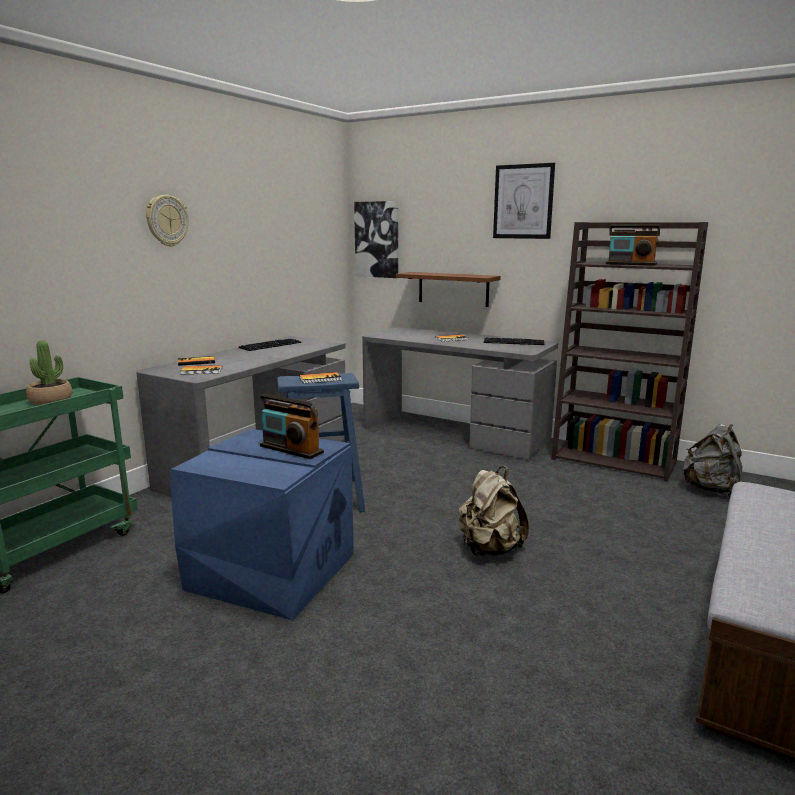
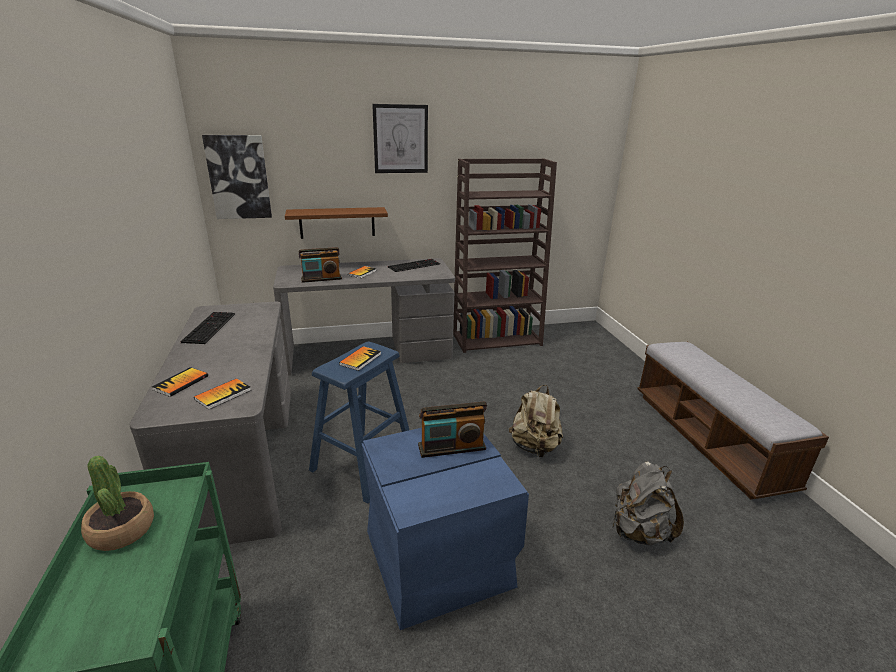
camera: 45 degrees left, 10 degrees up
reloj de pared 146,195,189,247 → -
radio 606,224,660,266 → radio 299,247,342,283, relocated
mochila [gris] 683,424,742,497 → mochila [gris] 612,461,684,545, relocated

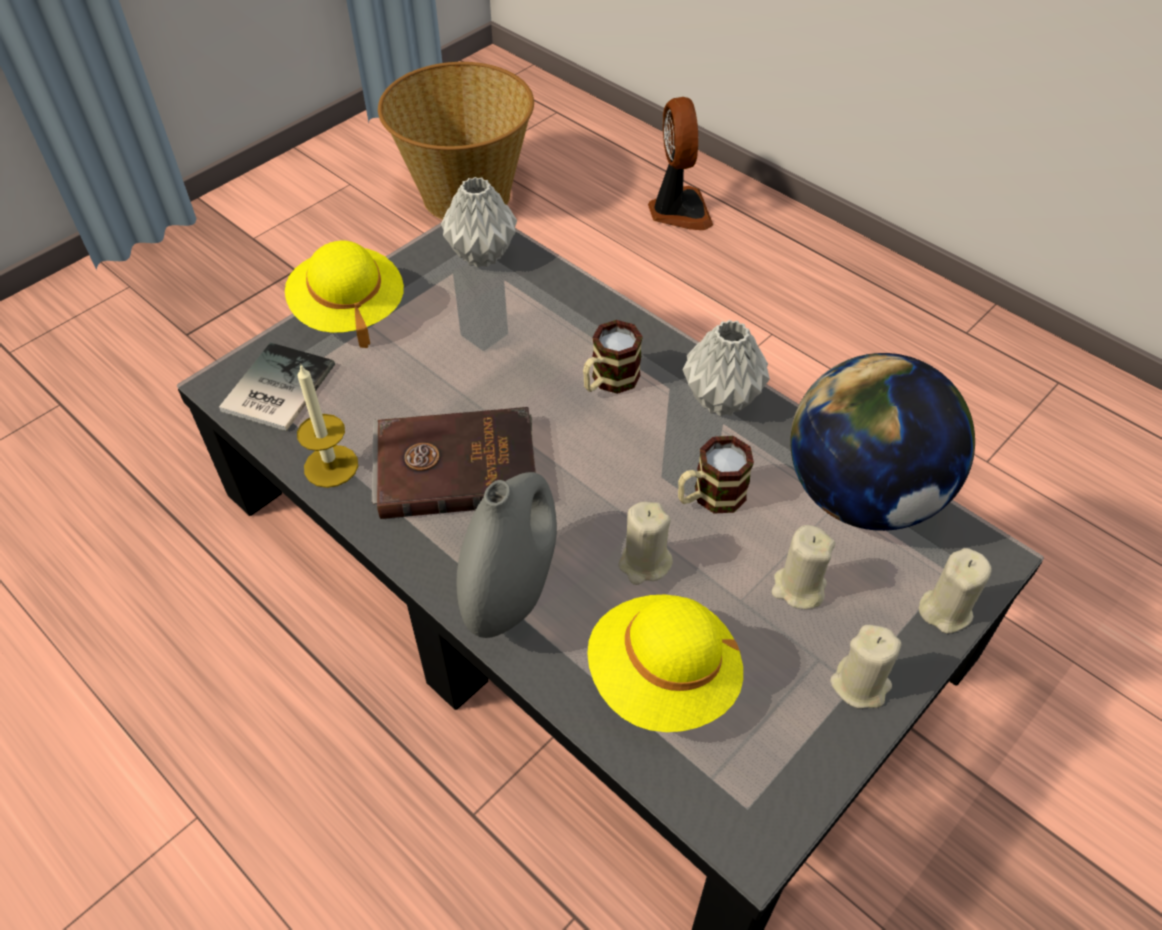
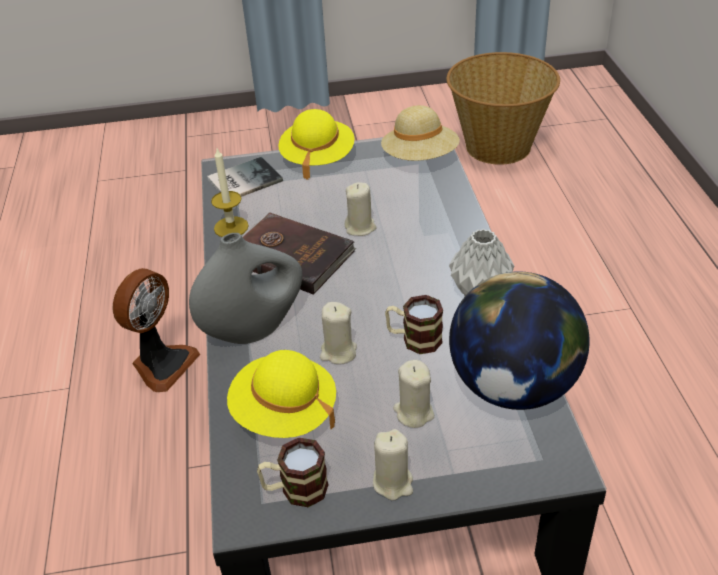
camera: 40 degrees right, 10 degrees down
taza grande 583,320,643,394 → taza grande 257,437,329,507, relocated
ventilador 648,97,713,230 → ventilador 113,268,200,392, relocated
vela [beis] 919,548,992,634 → vela [beis] 345,182,377,236, relocated
florero [gris] 441,177,517,268 → sombrero [beis] 381,105,460,161

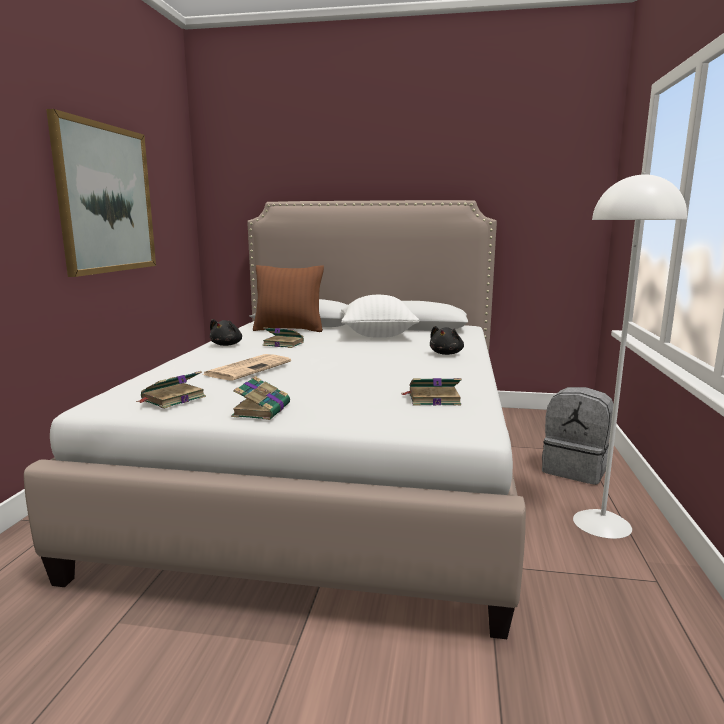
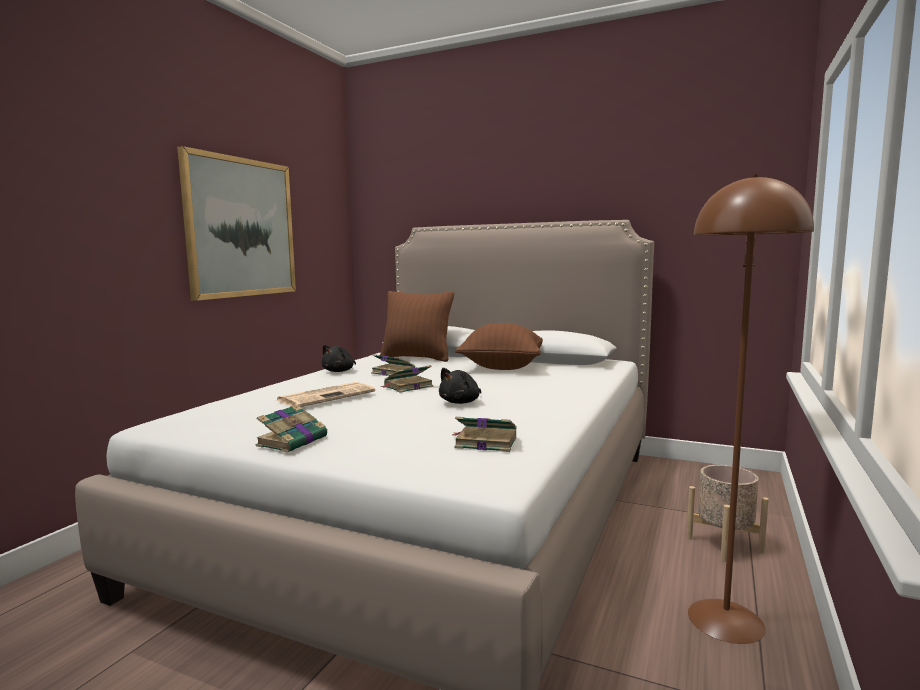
camera: 15 degrees right, 5 degrees down
libro 136,371,206,409 → libro 381,365,434,393, relocated
peluche [negro] 430,326,464,355 → peluche [negro] 439,368,481,404, relocated
mochila [gris] 542,387,613,485 → maceta [beis] 686,465,769,562
cojín [blanco] 341,295,419,338 → cojín [marrón] 455,323,543,370
lámpara de pie [blanco] 573,172,687,539 → lámpara de pie [marrón] 688,174,814,644

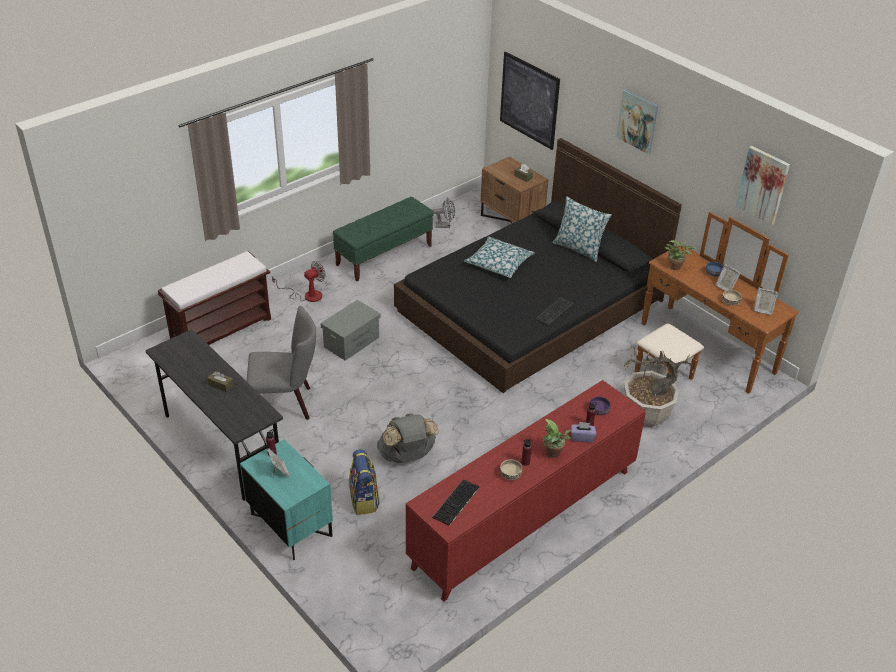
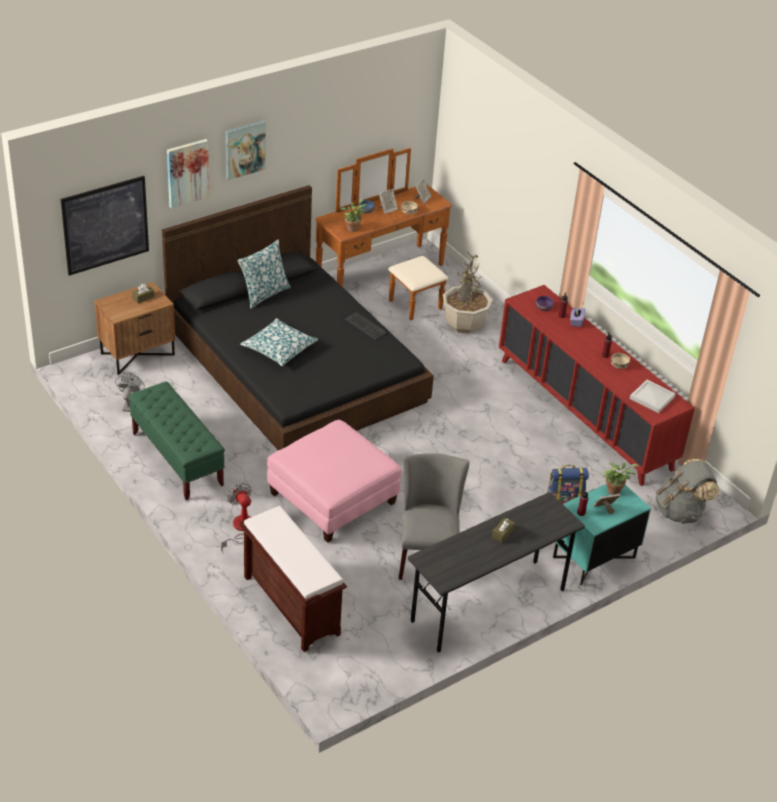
camera: 85 degrees left, 0 degrees up
mochila [gris] 377,413,439,463 → mochila [gris] 656,459,719,524, relocated
planta en maceta 542,419,571,458 → planta en maceta 603,462,639,495, relocated
cuadro 735,146,790,225 → cuadro 167,139,209,209, relocated
caja de almacenaje [gris] 320,300,381,361 → puf [rosa] 267,420,402,543
teclado 433,479,479,526 → bandeja [blanco] 630,380,676,413

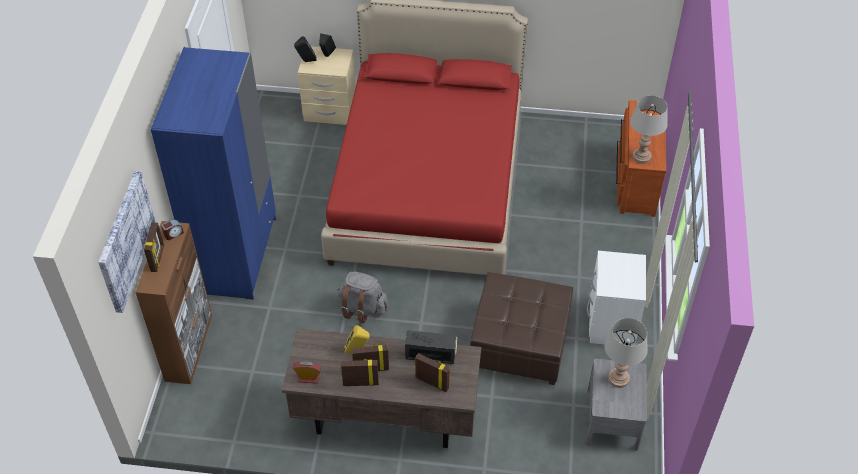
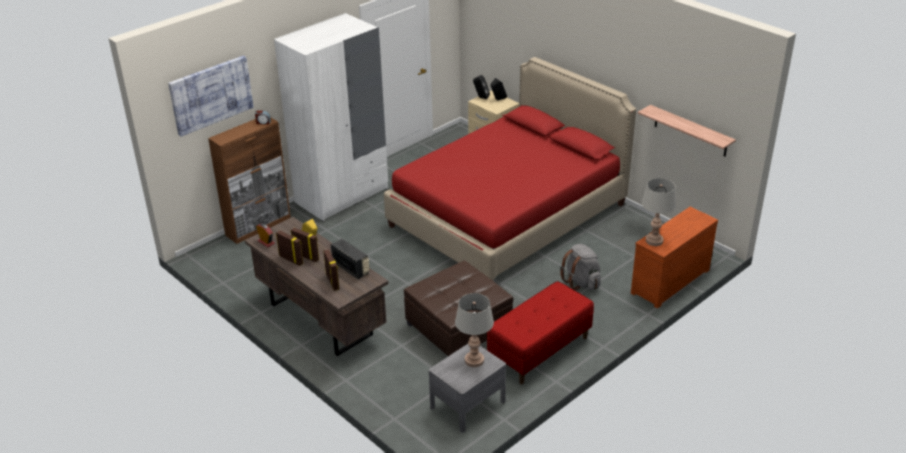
camera: 40 degrees right, 15 degrees down
portarretratos 144,222,164,272 → -
- → estante 638,105,736,156
mochila [gris] 338,272,388,323 → mochila [gris] 560,244,601,290, relocated
mesita de noche [blanco] 587,251,646,346 → banco [rojo] 487,281,594,384
armario ropero [azul] 151,47,276,300 → armario ropero [blanco] 274,13,388,222

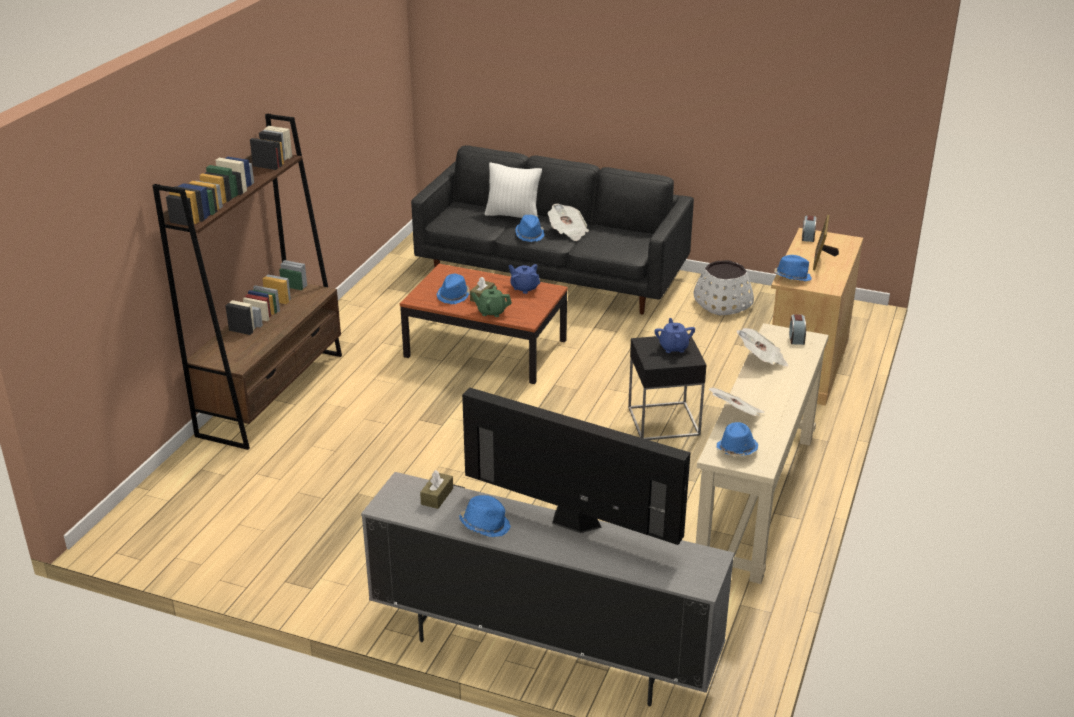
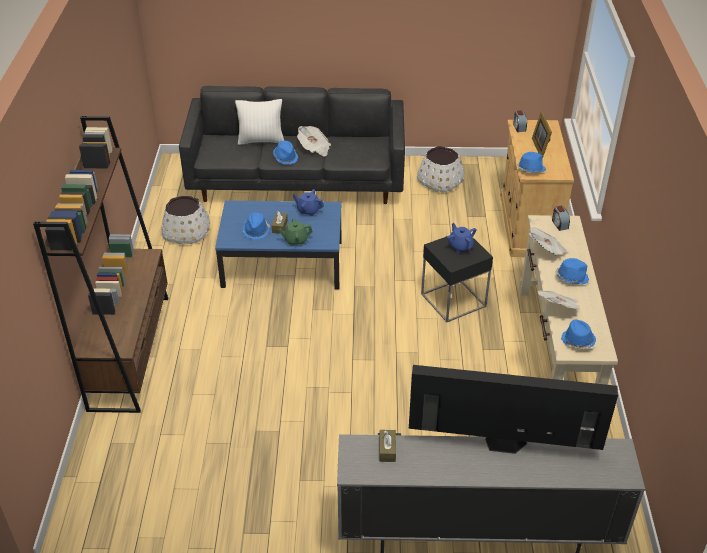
camera: 20 degrees left, 10 degrees up
- → maceta [blanco] 161,196,210,244
sombrero [azul] 459,495,511,537 → sombrero [azul] 555,258,589,284, relocated
mesa de centro [marrón] 400,264,568,384 → mesa de centro [azul] 215,200,342,290

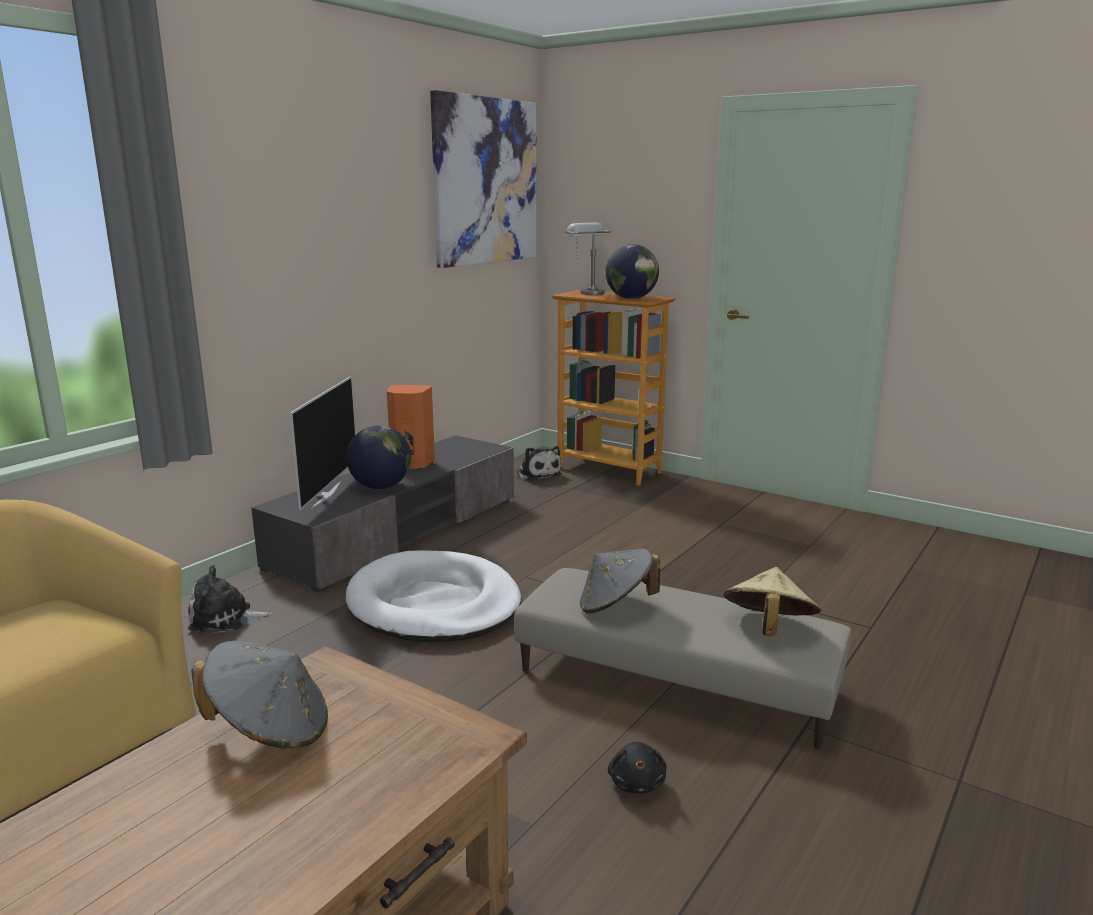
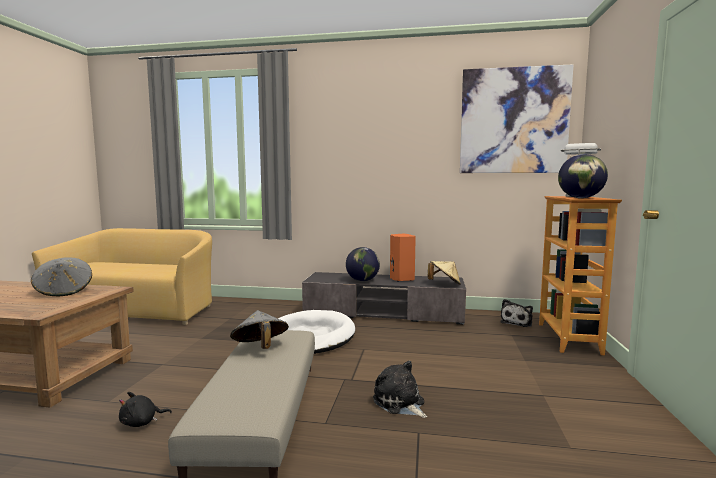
camera: 65 degrees right, 10 degrees down
televisor 290,376,356,510 → -
peluche 188,565,272,634 → peluche 373,361,427,418, relocated
sombrero [beis] 724,567,822,636 → sombrero [beis] 428,261,461,285, relocated

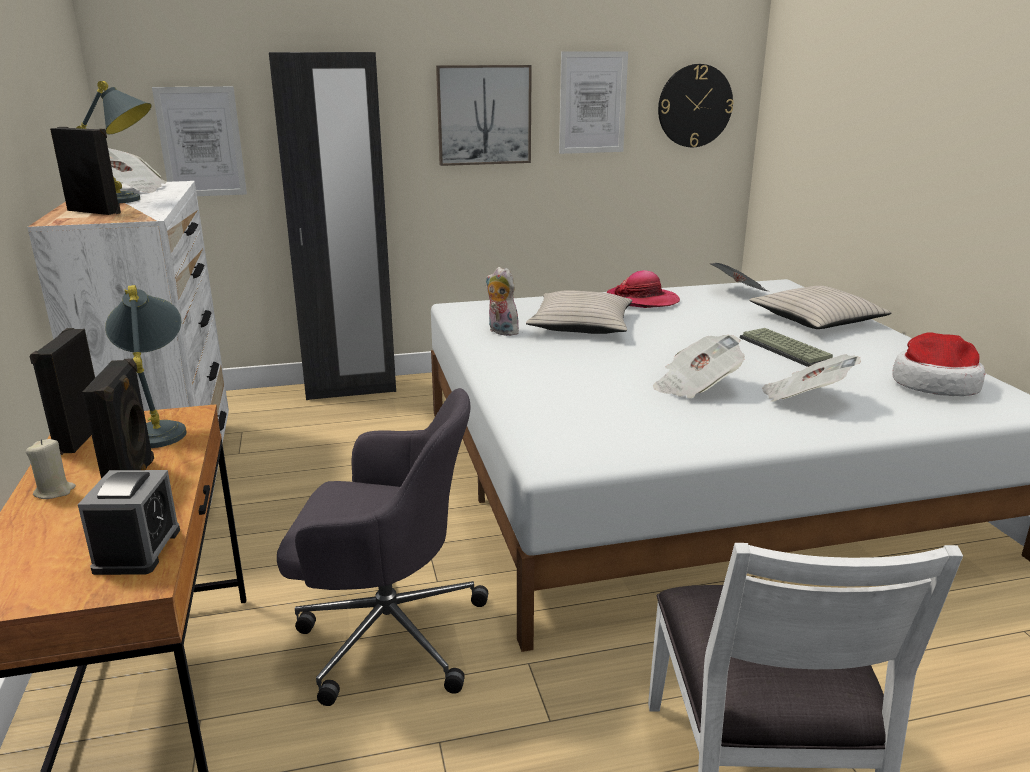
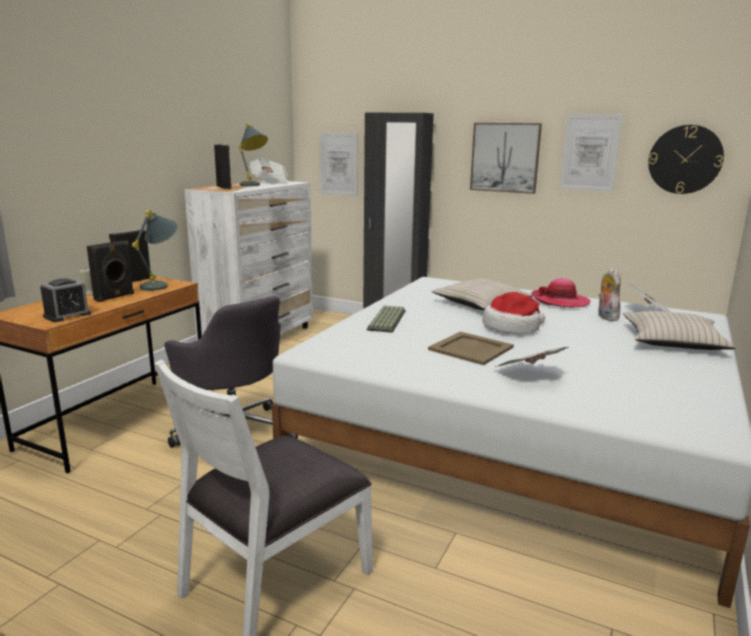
camera: 40 degrees right, 5 degrees down
peluche 486,267,519,336 → peluche 598,268,621,321, relocated
teclado 740,328,833,367 → teclado 367,305,405,333, relocated
sombrero 892,332,985,396 → sombrero 482,292,545,334, relocated
periódico 653,335,745,398 → bandeja [beis] 428,332,514,365

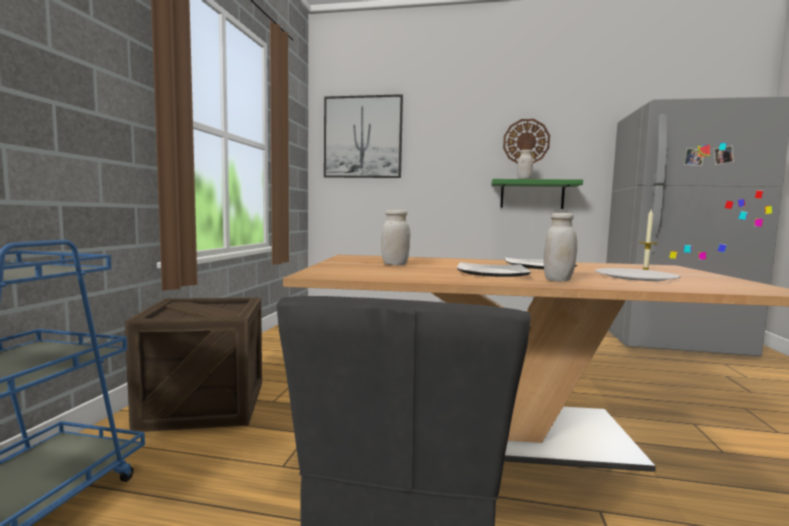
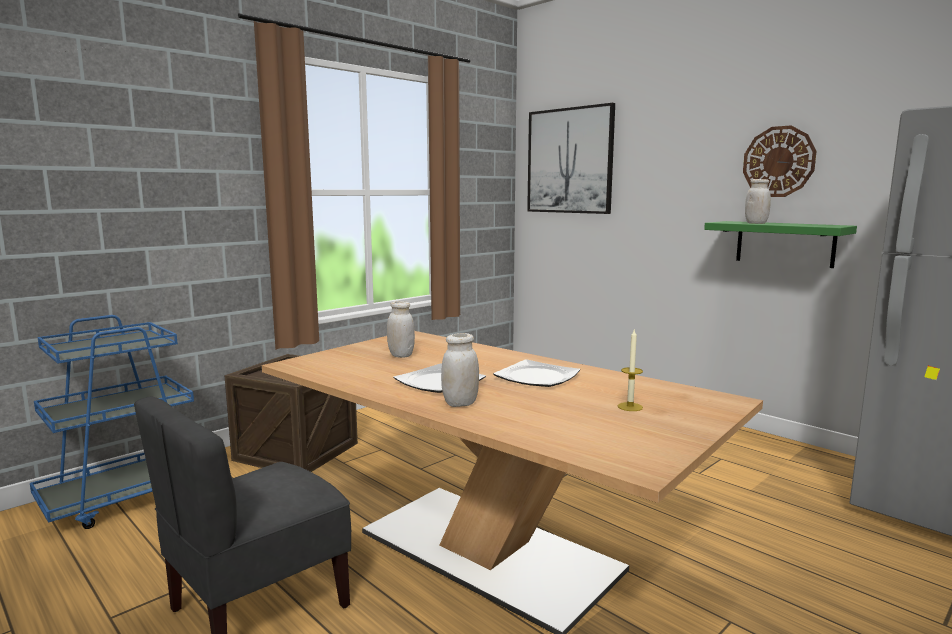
camera: 35 degrees right, 5 degrees up
plato [blanco] 595,268,680,281 → -

